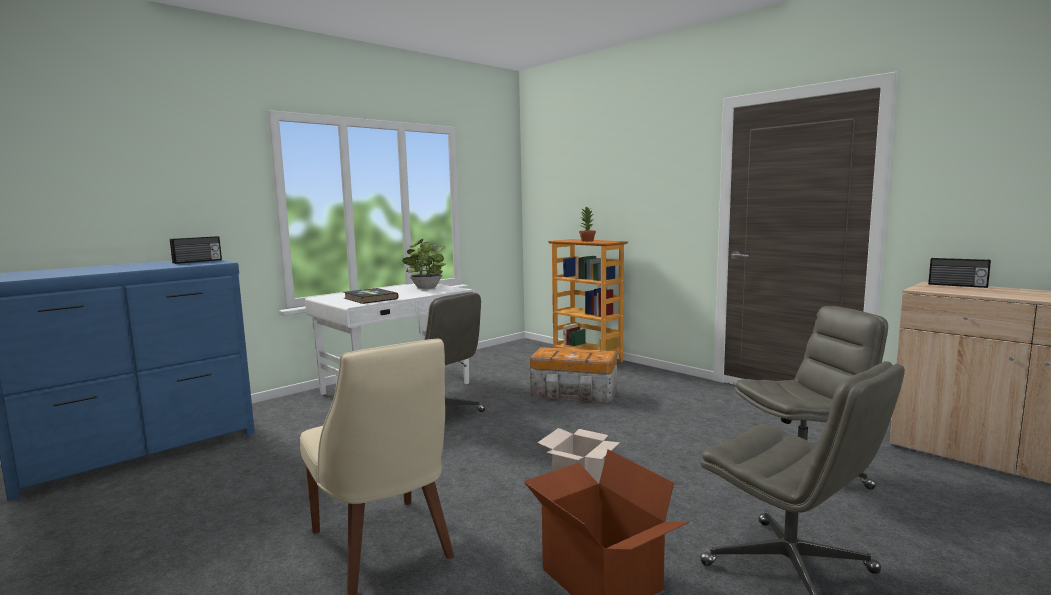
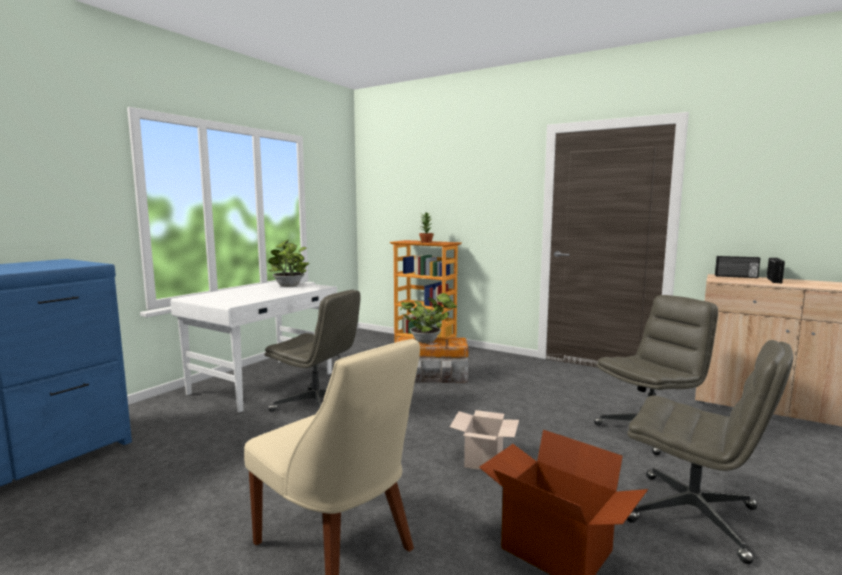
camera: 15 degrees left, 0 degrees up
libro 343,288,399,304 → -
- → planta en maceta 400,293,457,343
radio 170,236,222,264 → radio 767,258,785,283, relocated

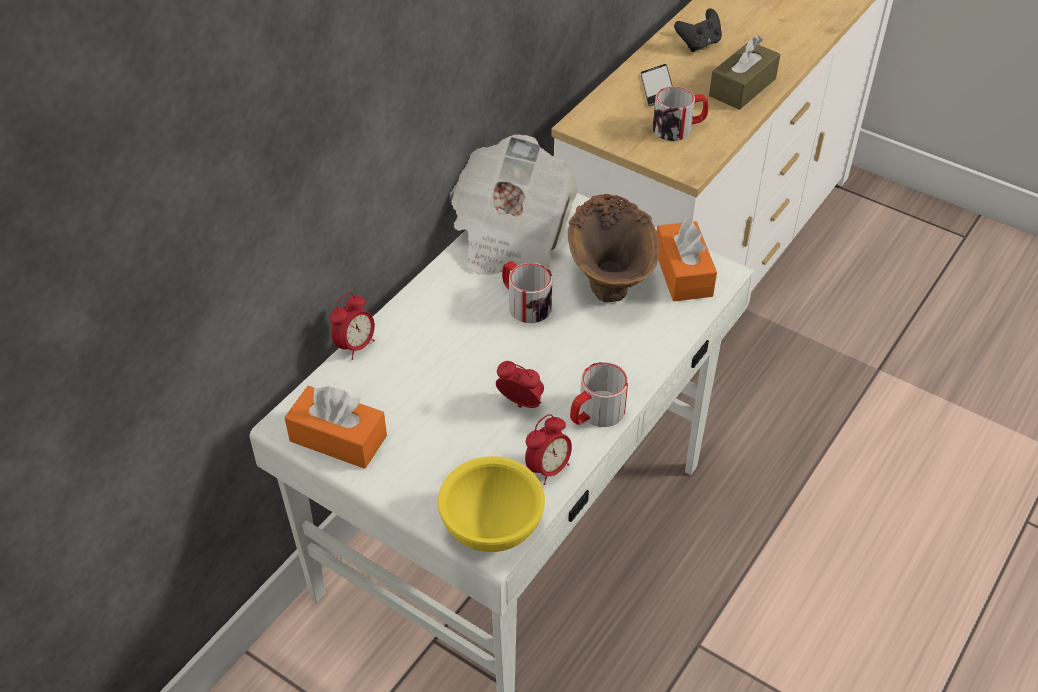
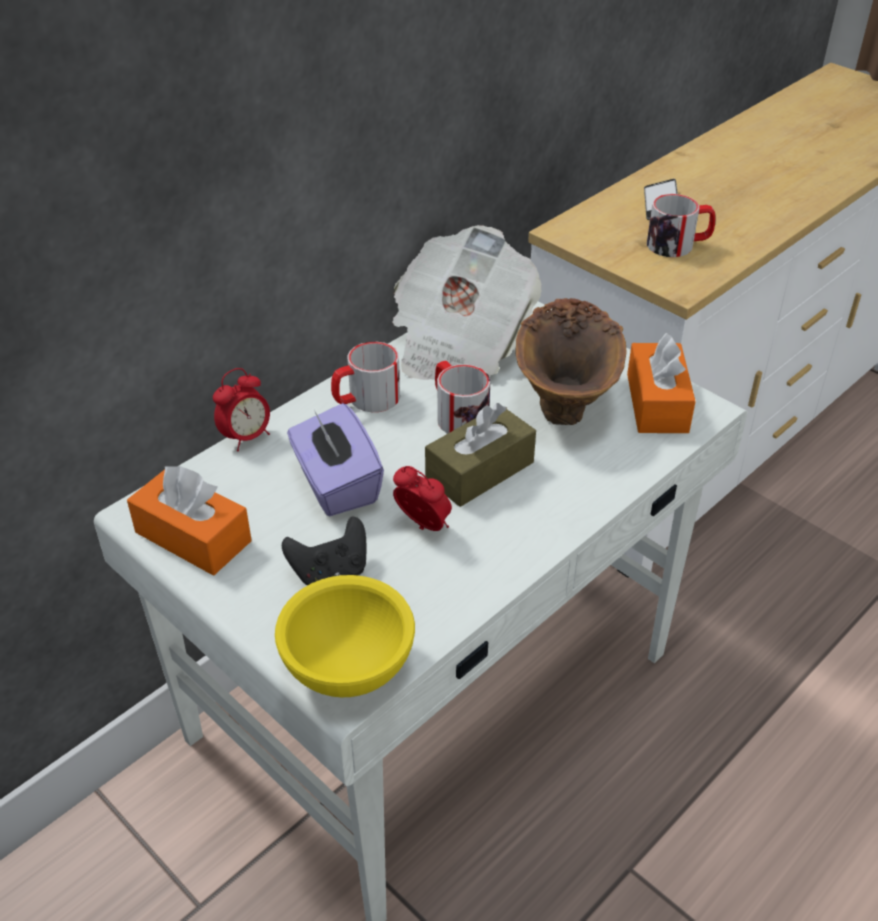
camera: 10 degrees right, 5 degrees down
despertador 525,414,572,485 → -
- → caja de pañuelos [morado] 287,403,384,516
taza grande 570,362,628,427 → taza grande 331,341,400,412, relocated
mando de consola [negro] 674,8,722,52 → mando de consola [negro] 282,517,367,585, relocated
caja de pañuelos [marrón] 709,36,780,110 → caja de pañuelos [marrón] 425,403,536,507, relocated

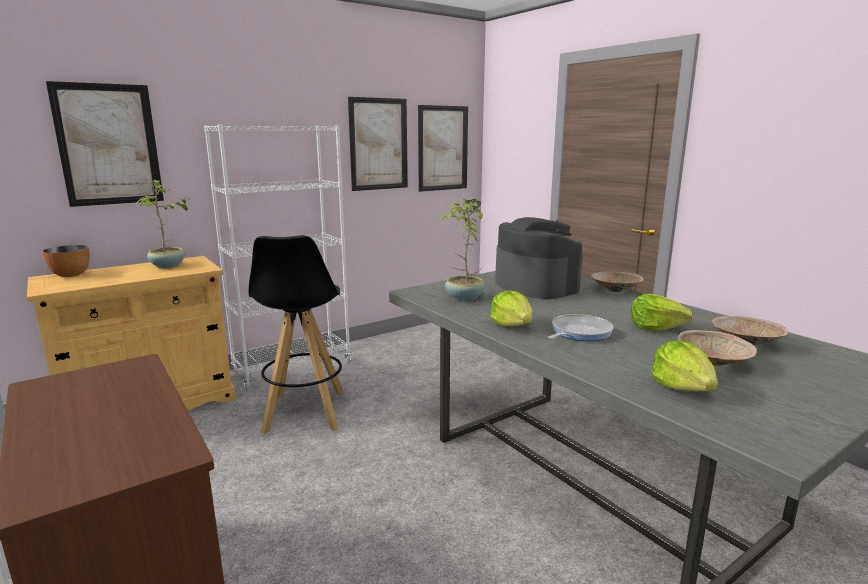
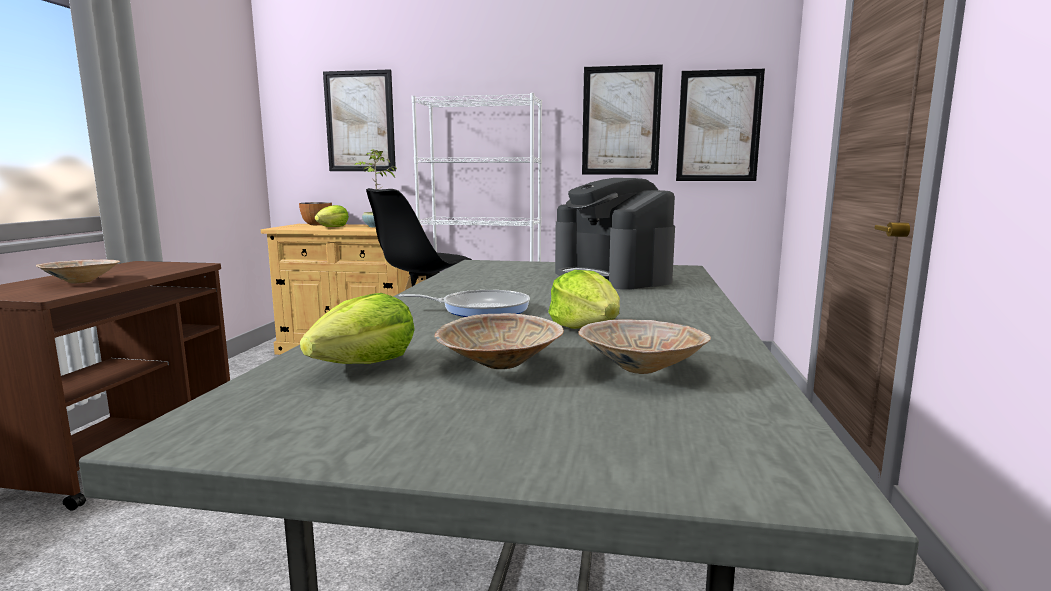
camera: 45 degrees right, 5 degrees down
planta en maceta 440,199,485,301 → -
lechuga 490,291,532,327 → lechuga 315,205,349,227, relocated
cuenco [beis] 591,272,644,292 → cuenco [beis] 36,259,120,284, relocated
cafetera 495,217,583,299 → cafetera 555,178,675,290, 135 degrees clockwise

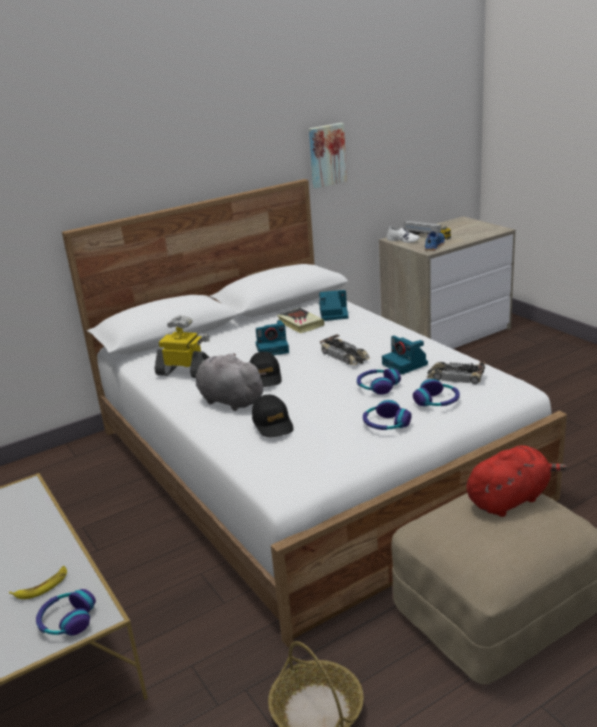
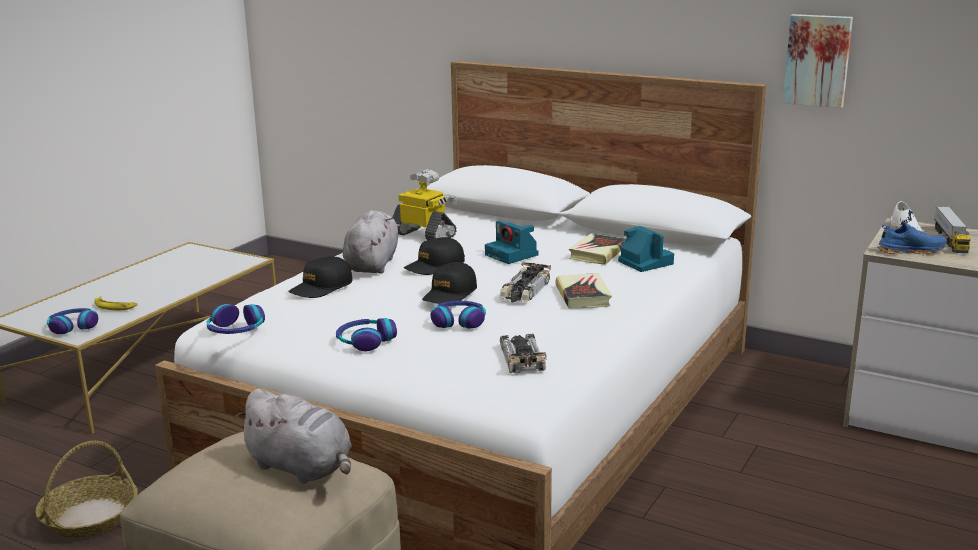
camera: 60 degrees right, 5 degrees down
cámara 382,336,428,375 → -
- → gorra [negro] 422,262,477,304
- → libro 556,273,612,309
auriculares 413,379,460,406 → auriculares 207,304,265,334, relocated
peluche [rojo] 466,445,567,517 → peluche [gris] 235,389,352,484
robot de juguete 155,315,210,378 → robot de juguete 393,169,457,240, 45 degrees counterclockwise

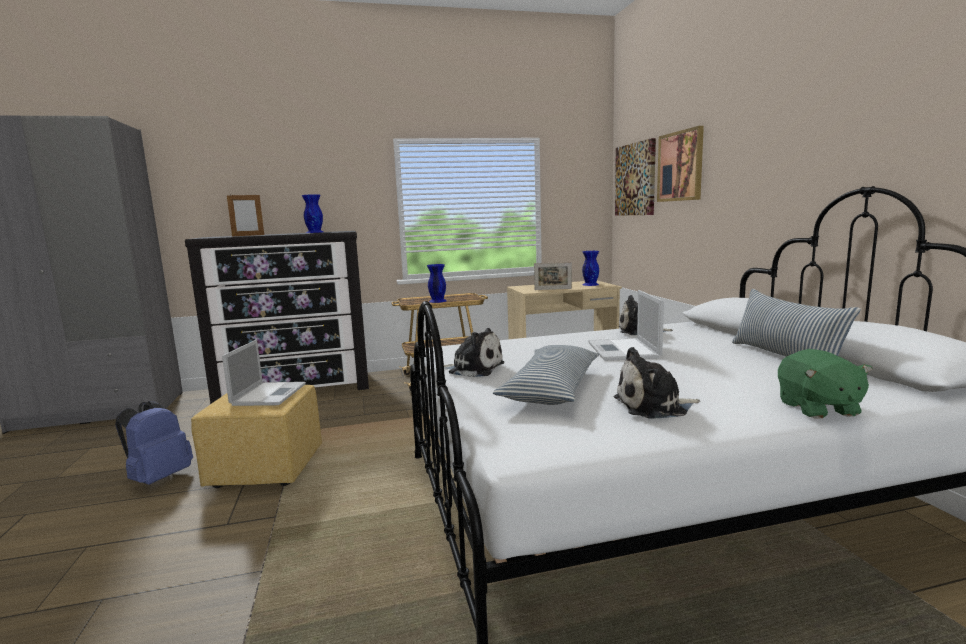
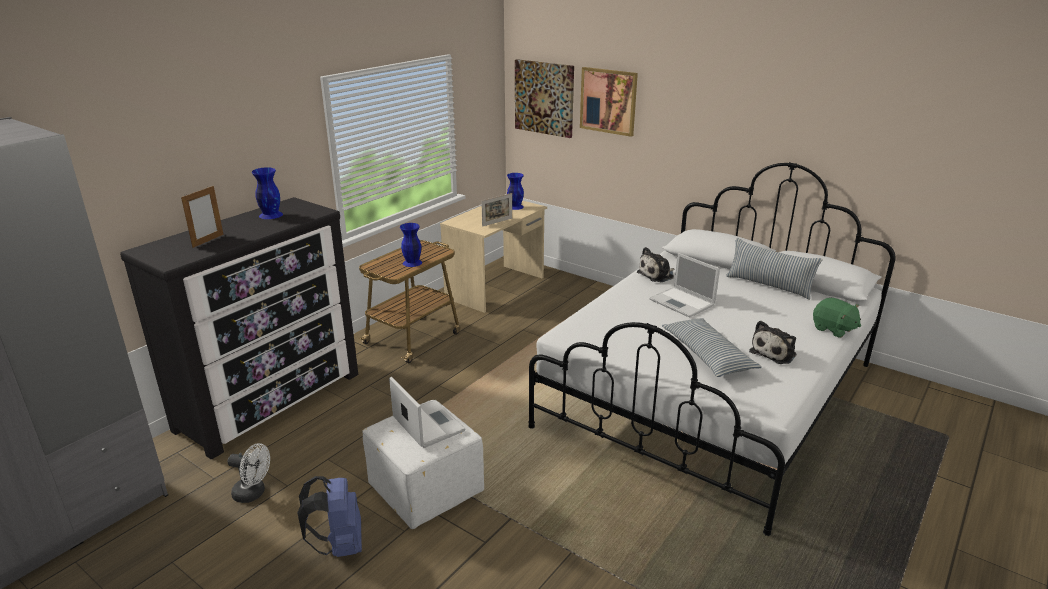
camera: 40 degrees left, 15 degrees up
peluche 444,328,504,377 → -
- → ventilador [blanco] 228,443,270,503
puf [amarillo] 191,385,322,488 → puf [blanco] 363,400,484,529

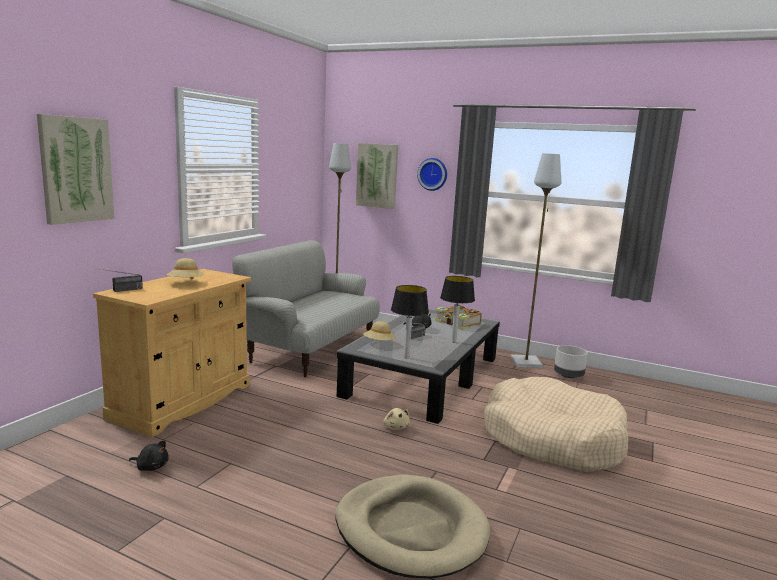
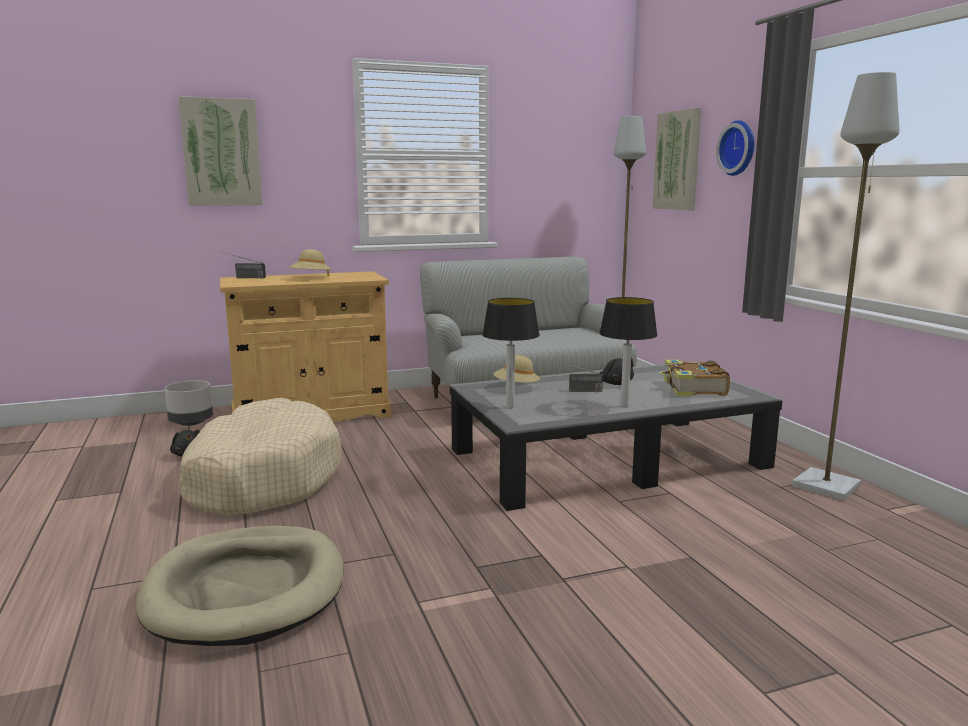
camera: 45 degrees right, 0 degrees up
peluche [beis] 383,408,410,430 → -
cama para perro [beis] 484,377,628,472 → cama para perro [beis] 179,398,342,517, relocated
maceta [gris] 554,345,588,378 → maceta [gris] 165,380,213,426, relocated

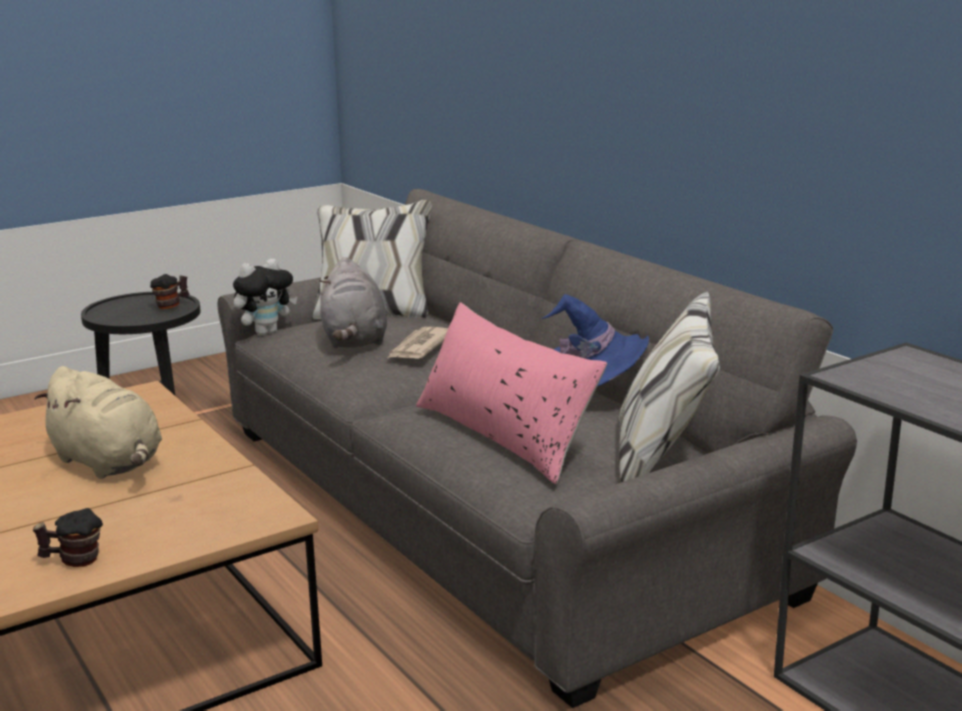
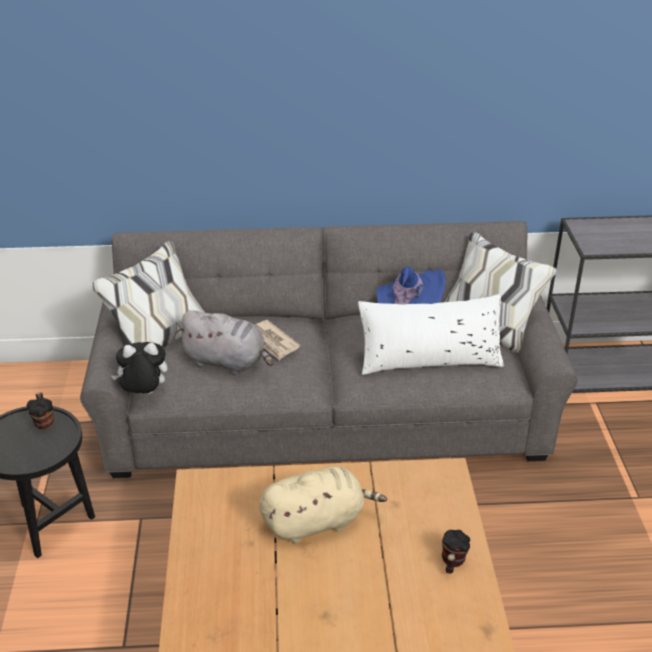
camera: 60 degrees left, 15 degrees up
cojín [rosa] 416,302,607,484 → cojín [blanco] 358,294,504,375
peluche 233,259,297,335 → peluche 111,342,168,394, 90 degrees counterclockwise

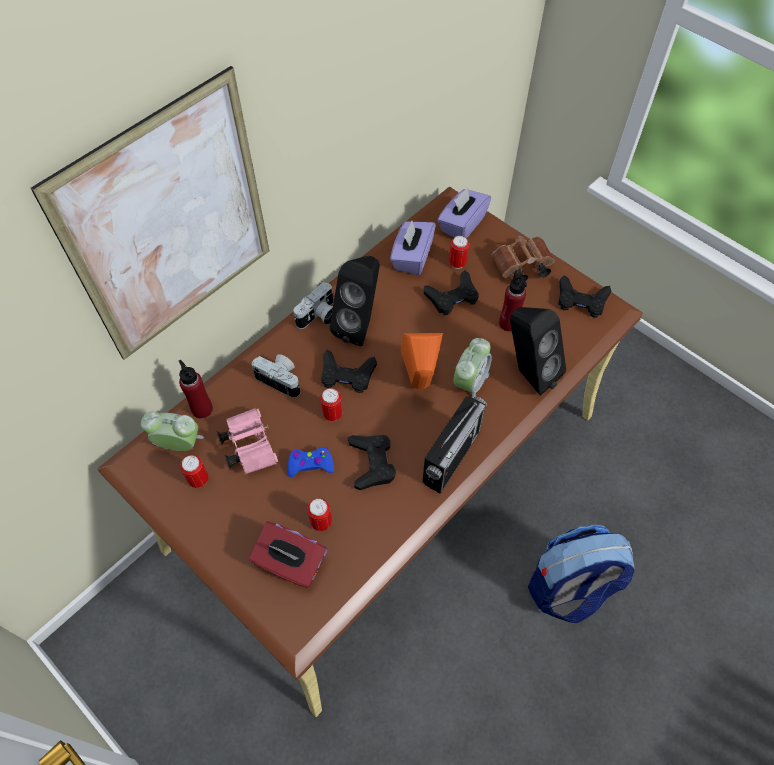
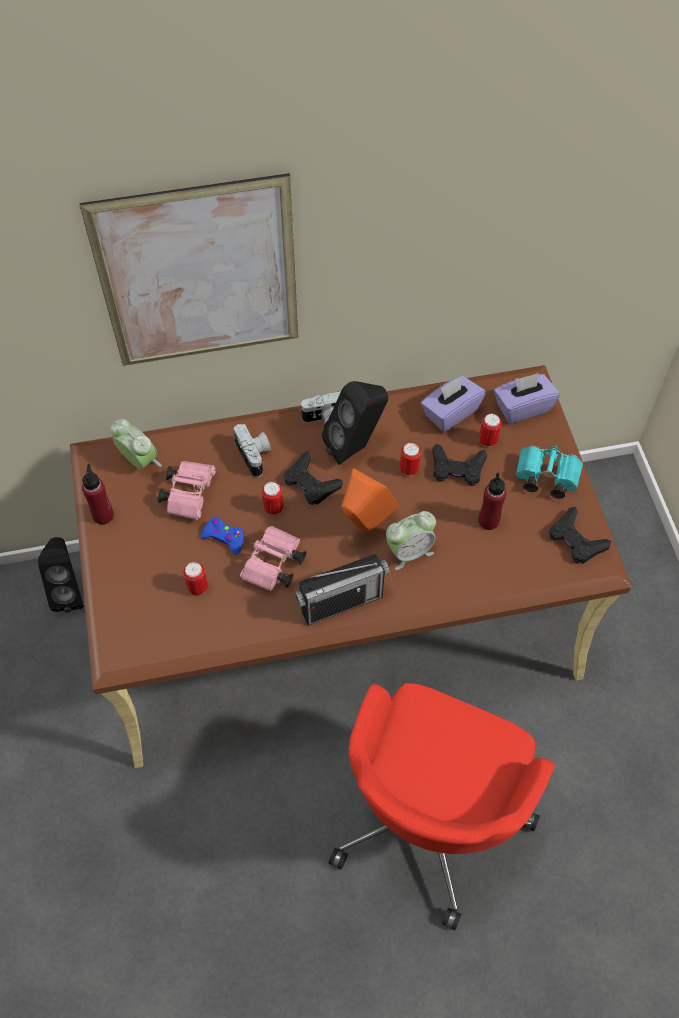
camera: 35 degrees right, 0 degrees up
caja de pañuelos [rojo] 249,521,327,588 → -
botella [rojo] 179,360,213,418 → botella [rojo] 82,464,114,525, relocated
lata 180,455,209,488 → lata 400,443,421,476, relocated
altavoz [negro] 510,307,566,396 → altavoz [negro] 38,537,84,613, relocated
mando de consola [negro] 348,435,396,490 → prismáticos [rosa] 240,526,306,591
mochila 528,525,635,623 → silla de oficina [rojo] 329,683,554,930
prismáticos [marrón] 491,236,555,281 → prismáticos [turquesa] 516,445,583,499

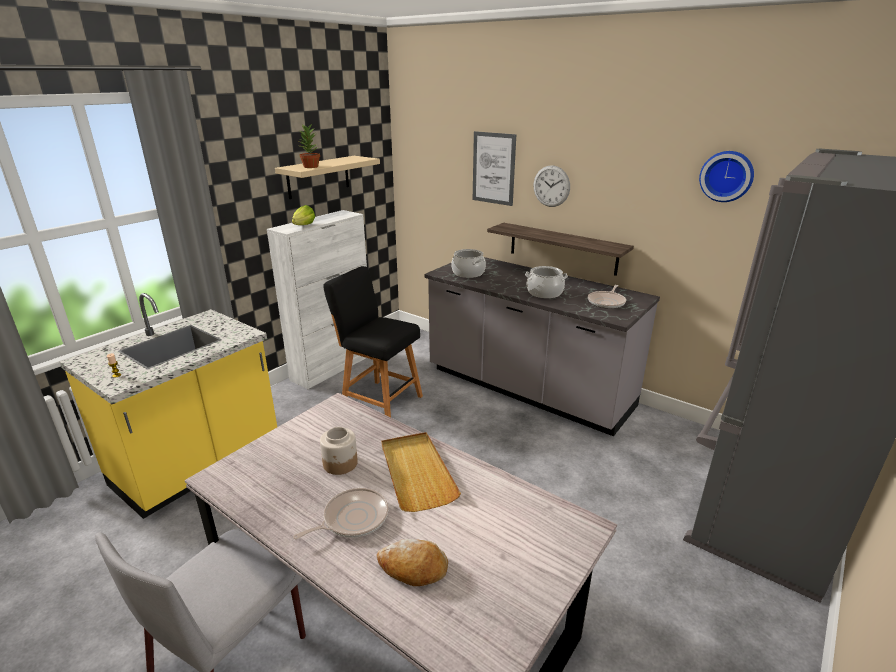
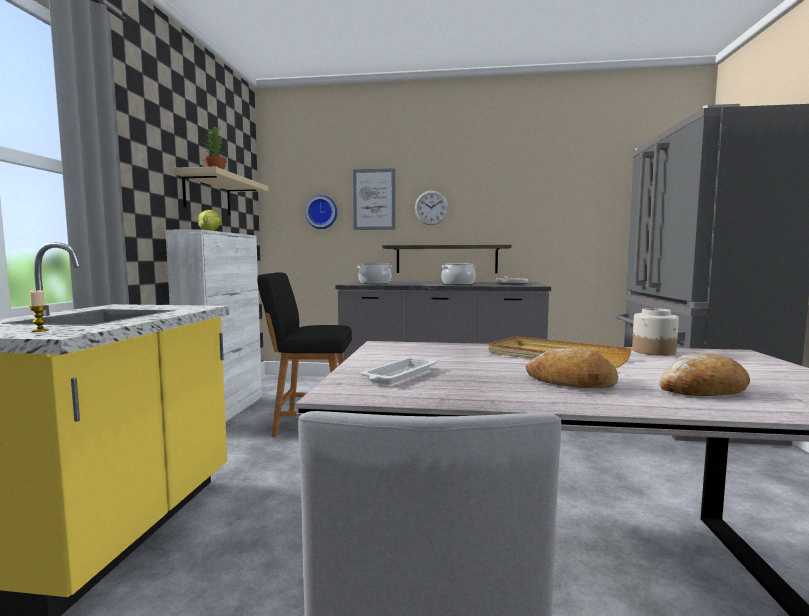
camera: 30 degrees left, 20 degrees down
- → bandeja [blanco] 360,356,437,385
tarro 320,427,358,475 → tarro 632,308,679,356, relocated
reloj de pared 699,151,754,202 → reloj de pared 305,195,337,229, relocated
sartén 293,488,388,539 → pan 526,348,618,388

